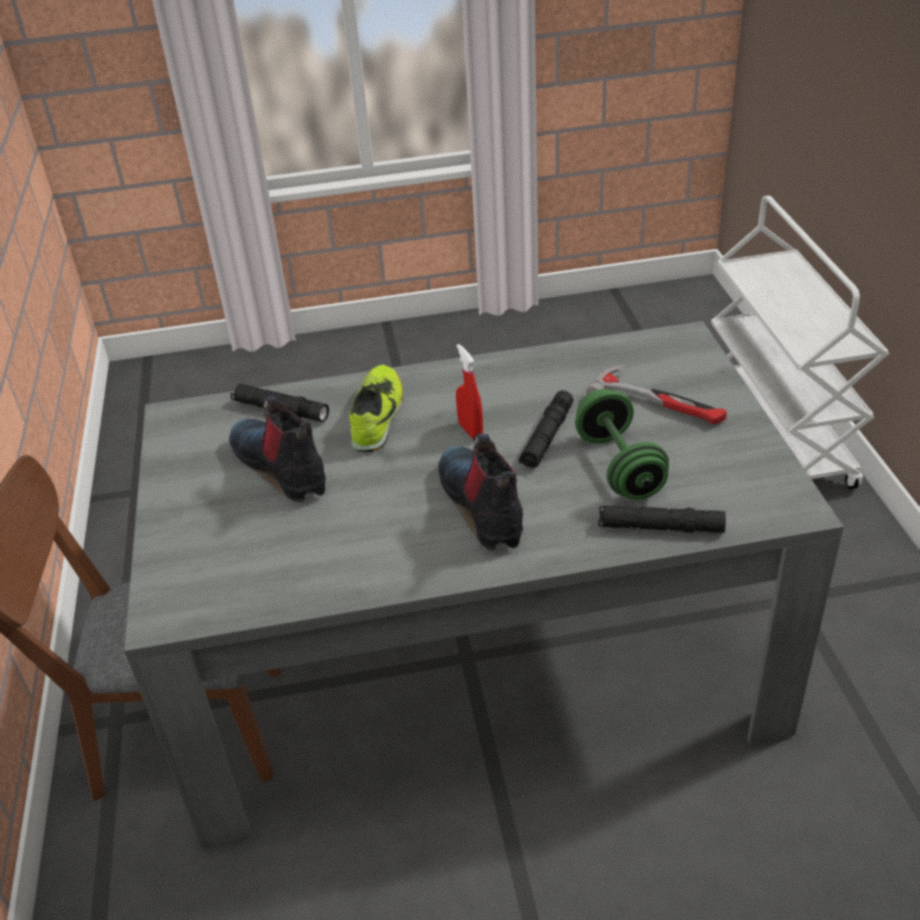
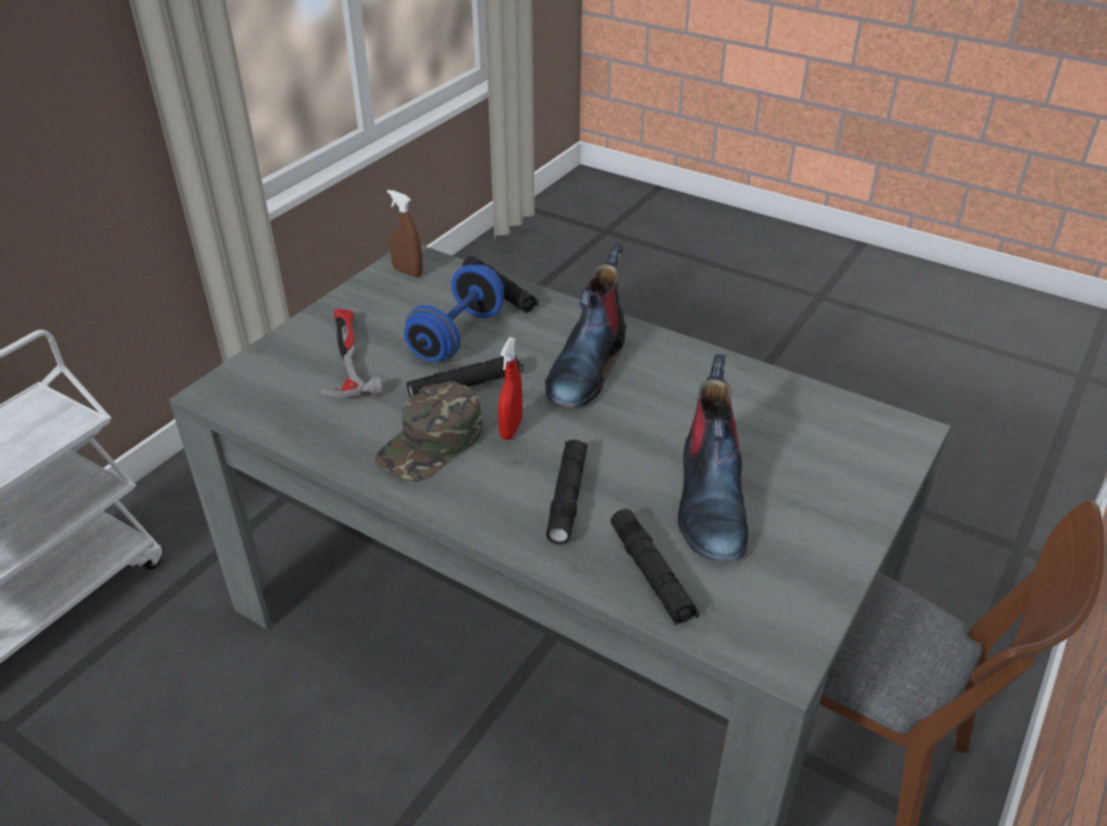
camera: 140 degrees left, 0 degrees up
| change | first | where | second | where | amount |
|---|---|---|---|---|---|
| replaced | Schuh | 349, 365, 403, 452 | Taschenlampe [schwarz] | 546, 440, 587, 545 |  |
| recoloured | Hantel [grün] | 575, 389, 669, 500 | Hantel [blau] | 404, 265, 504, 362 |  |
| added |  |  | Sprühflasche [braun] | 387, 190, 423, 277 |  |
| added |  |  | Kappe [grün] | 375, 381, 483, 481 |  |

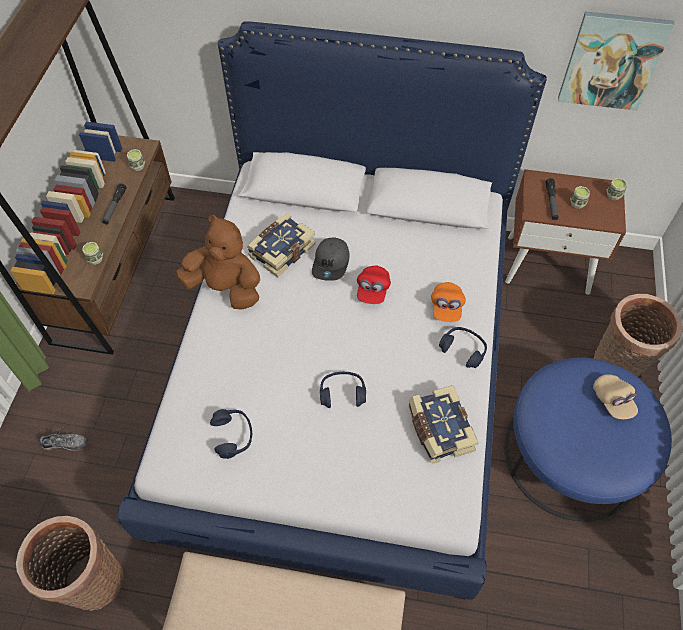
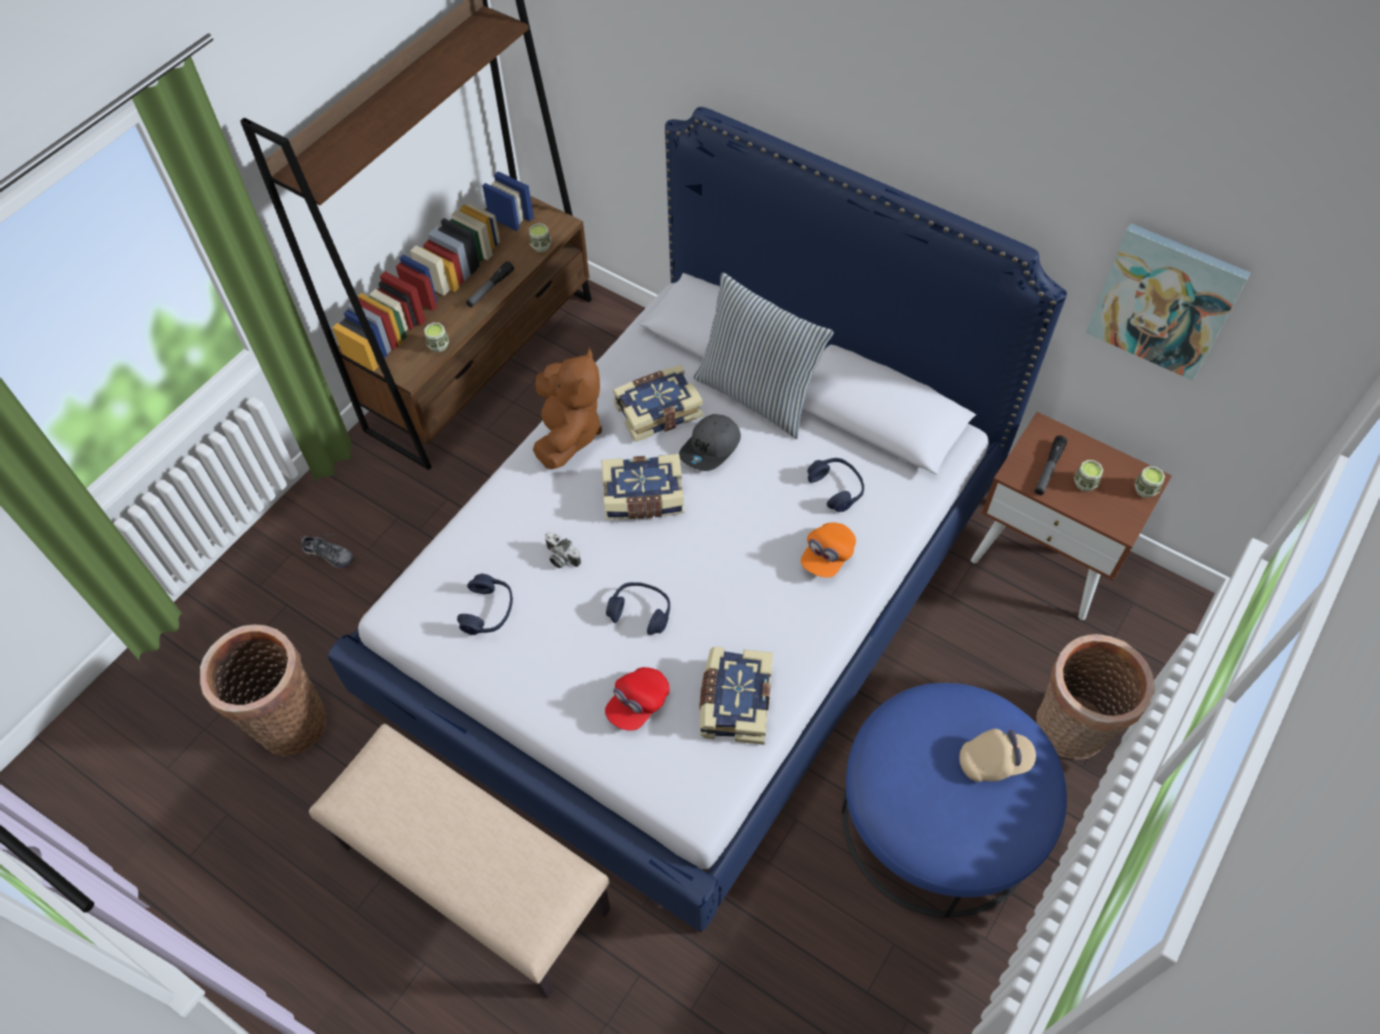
camera: 25 degrees right, 0 degrees up
| change | first | where | second | where | amount |
|---|---|---|---|---|---|
| turned | Plüschtier [braun] | 176, 215, 260, 310 |  | 533, 348, 602, 469 | 45 degrees clockwise |
| moved | Kappe [rot] | 357, 266, 391, 304 |  | 605, 667, 669, 731 |  |
| moved | Kopfhörer [blau] | 439, 327, 487, 368 |  | 807, 458, 864, 512 |  |
| turned | Kappe [beige] | 593, 374, 638, 419 |  | 959, 729, 1036, 782 | 105 degrees counterclockwise |
| added |  |  | Kissen | 693, 272, 834, 439 |  |
| added |  |  | Buch | 601, 454, 684, 519 |  |
| added |  |  | Kamera | 545, 532, 581, 568 |  |

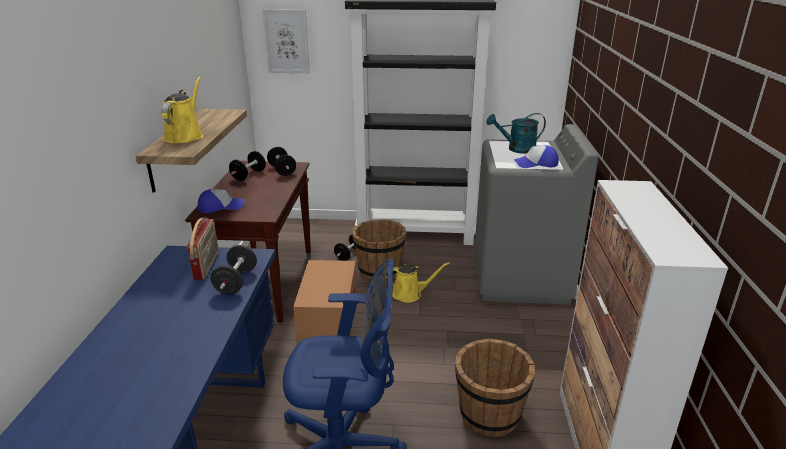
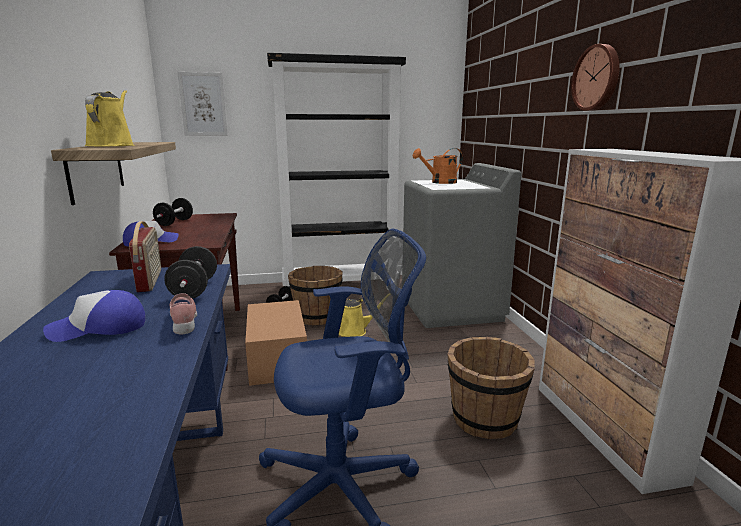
camera: 15 degrees left, 10 degrees down
| change | first | where | second | where | amount |
|---|---|---|---|---|---|
| recoloured | Gießkanne [türkis] | 487, 113, 546, 154 | Gießkanne [orange] | 413, 148, 462, 184 |  |
| moved | Kappe | 514, 145, 559, 168 |  | 43, 290, 146, 342 |  |
| removed | Hantel [schwarz] | 267, 147, 296, 176 |  |  |  |
| added |  |  | Wanduhr | 571, 44, 620, 111 |  |
| added |  |  | Schuh [rosa] | 170, 293, 197, 334 |  |

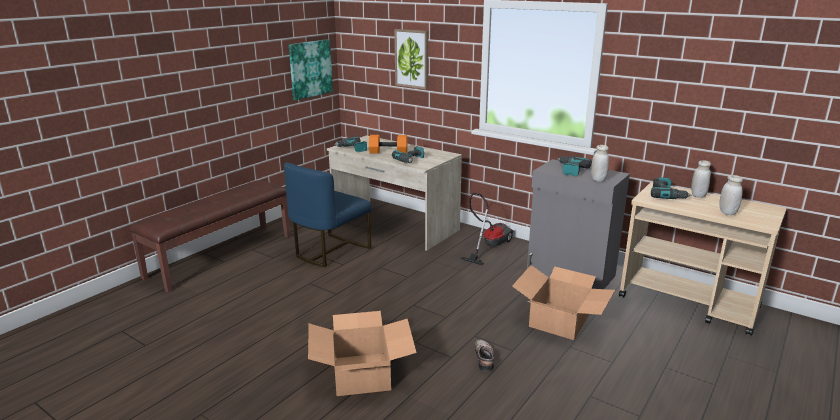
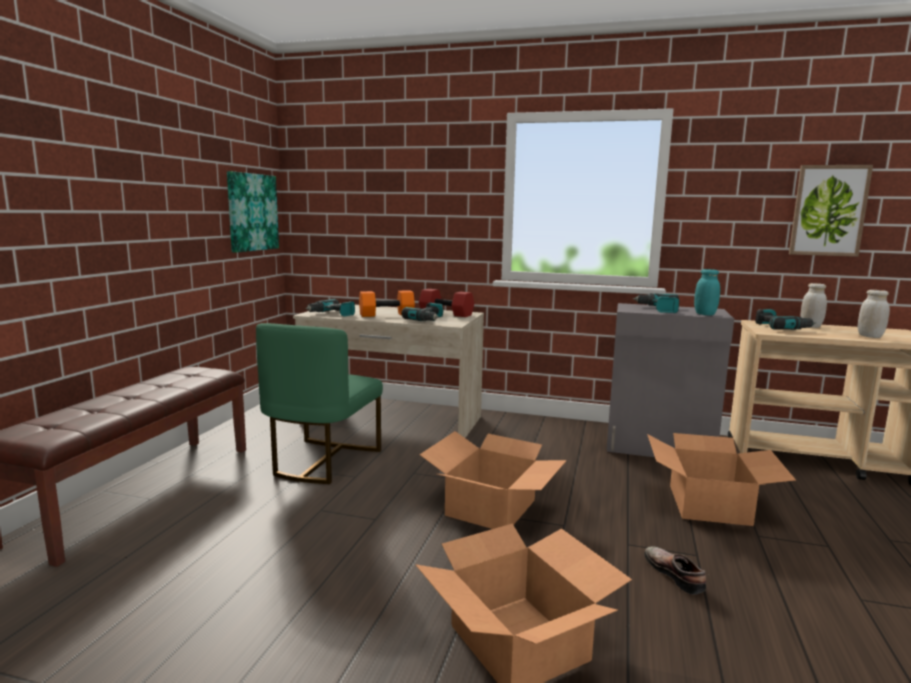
camera: 20 degrees left, 10 degrees down
| change | first | where | second | where | amount |
|---|---|---|---|---|---|
| moved | Bild | 394, 29, 428, 90 |  | 789, 165, 873, 257 |  |
| recoloured | Vorratsglas [weiß] | 591, 145, 609, 182 | Vorratsglas [türkis] | 694, 269, 720, 316 |  |
| recoloured | Stuhl [blau] | 284, 162, 372, 267 | Stuhl [grün] | 256, 323, 383, 484 |  |
| removed | Staubsauger | 460, 193, 514, 265 |  |  |  |
| added |  |  | Hantel [rot] | 419, 289, 474, 317 |  |
| added |  |  | Karton | 420, 431, 567, 529 |  |

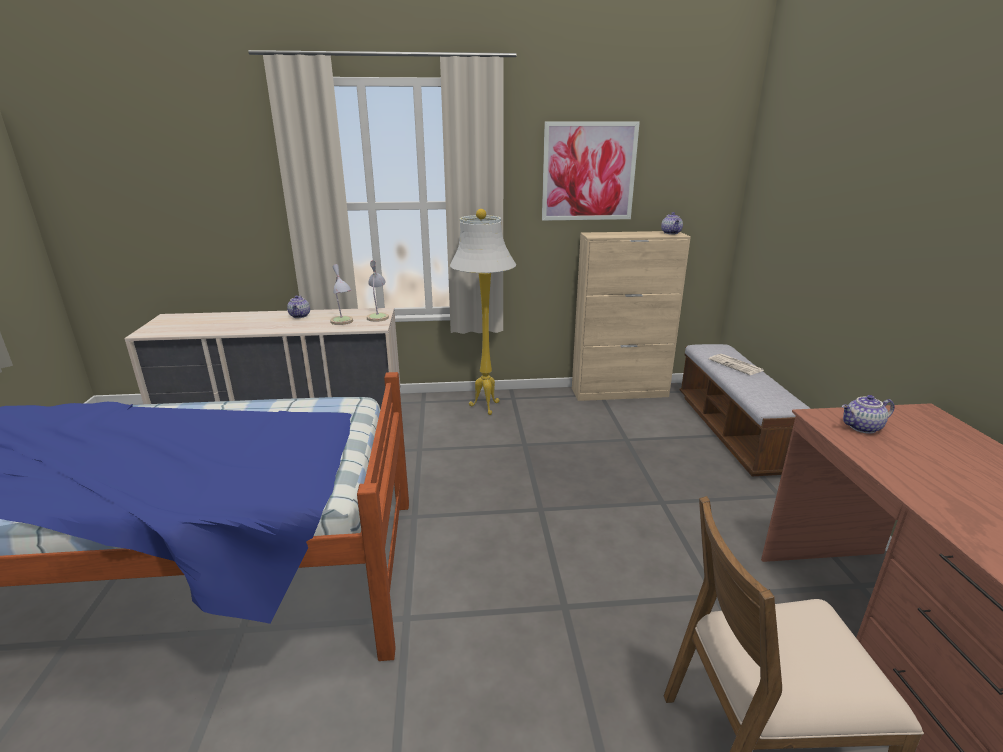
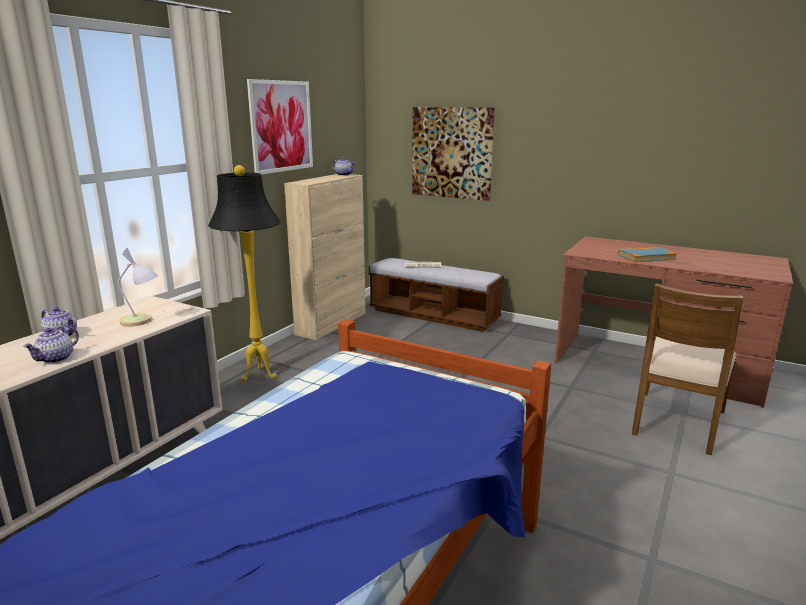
camera: 55 degrees left, 5 degrees down
| change | first | where | second | where | amount |
|---|---|---|---|---|---|
| recoloured | Stehlampe [weiß] | 450, 209, 516, 415 | Stehlampe [schwarz] | 208, 165, 281, 381 |  |
| removed | Tischlampe | 367, 261, 389, 322 |  |  |  |
| moved | Teekanne | 841, 395, 894, 434 |  | 23, 327, 79, 363 |  |
| added |  |  | Bild | 412, 107, 495, 201 |  |
| added |  |  | Buch | 618, 247, 677, 262 |  |

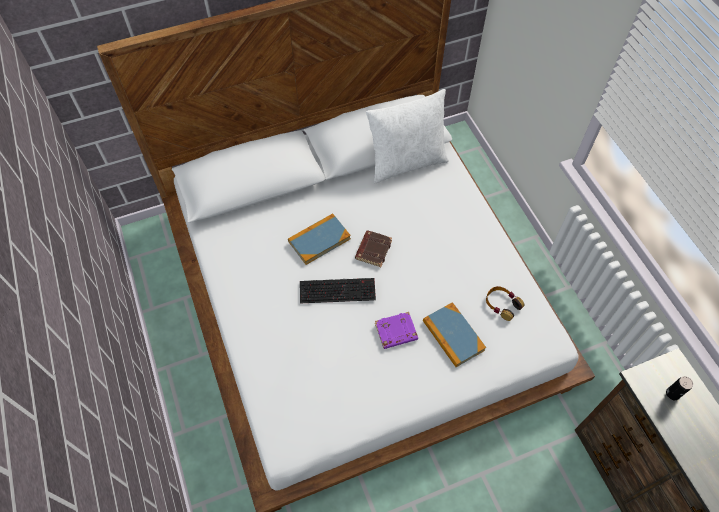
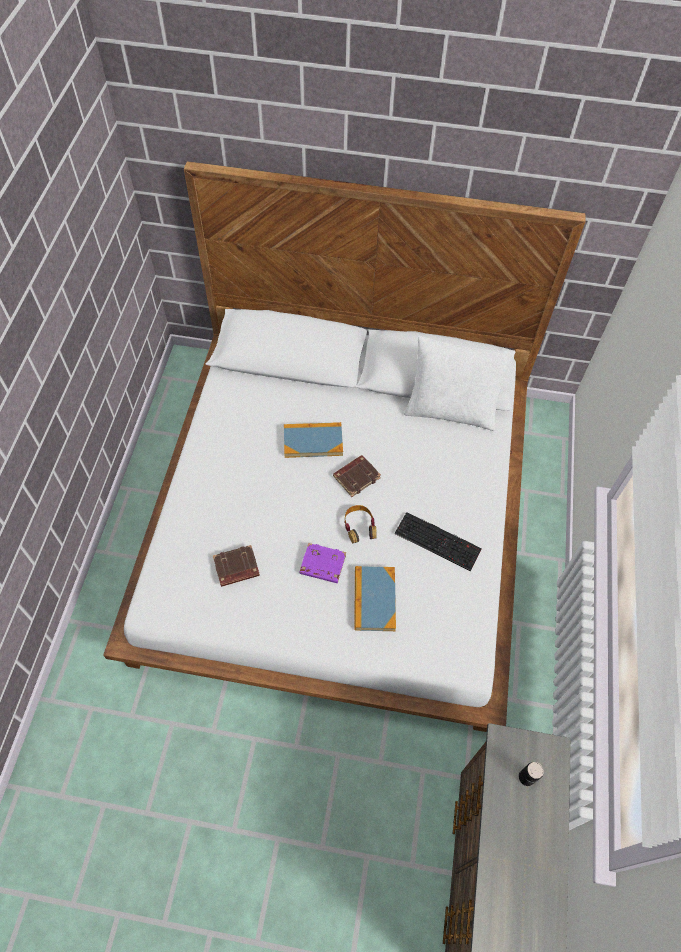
camera: 30 degrees right, 0 degrees up
| change | first | where | second | where | amount |
|---|---|---|---|---|---|
| moved | Tastatur | 300, 278, 376, 303 |  | 395, 512, 482, 571 |  |
| moved | Kopfhörer | 486, 286, 524, 321 |  | 344, 505, 377, 543 |  |
| added |  |  | Buch [braun] | 213, 545, 260, 587 |  |

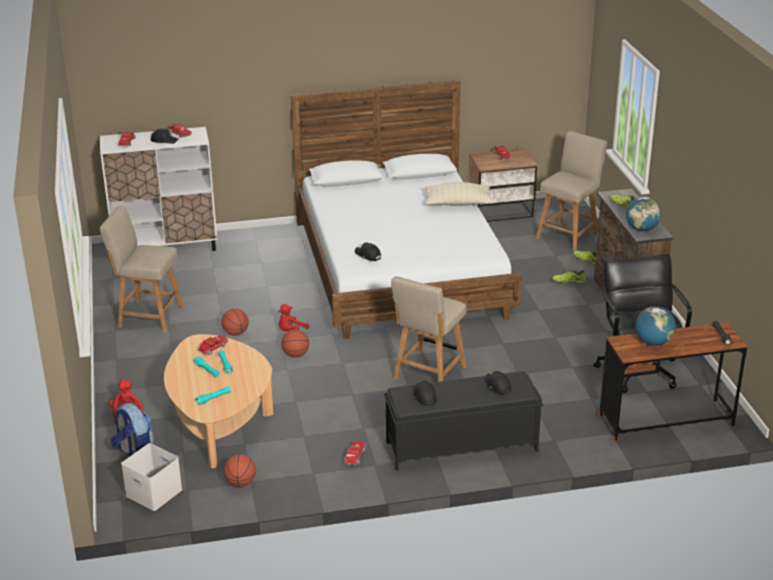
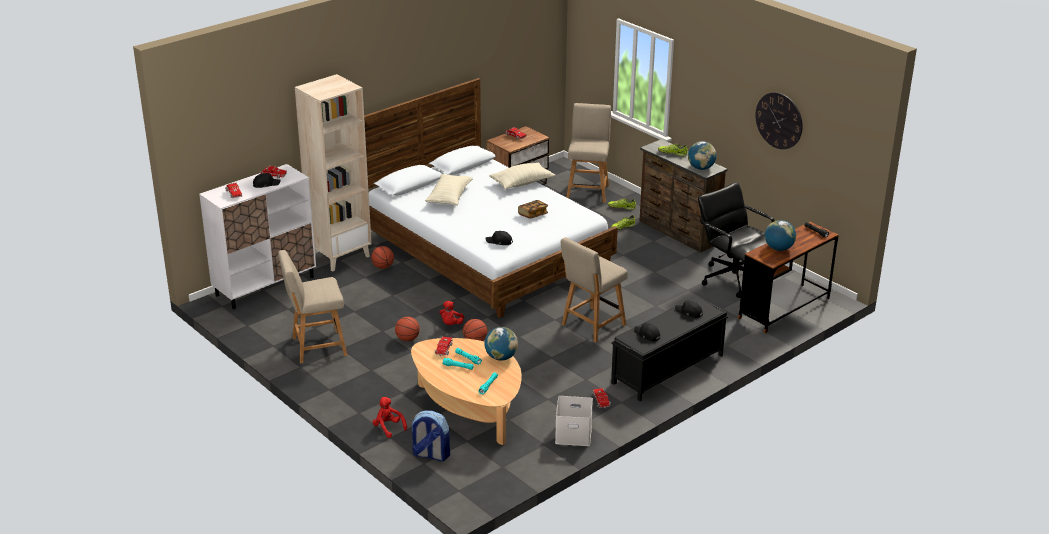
camera: 30 degrees left, 0 degrees up
| change | first | where | second | where | amount |
|---|---|---|---|---|---|
| turned | Stuhl [beige] | 391, 276, 466, 382 |  | 561, 237, 628, 343 | 45 degrees clockwise |
| moved | Aufbewahrungsbox [weiß] | 121, 443, 182, 511 |  | 555, 396, 593, 446 |  |
| moved | Basketball | 224, 454, 256, 487 |  | 371, 246, 394, 269 |  |
| added |  |  | Bücherregal [beige] | 295, 74, 372, 272 |  |
| added |  |  | Wanduhr | 755, 92, 803, 149 |  |
| added |  |  | Kissen [beige] | 425, 174, 473, 206 |  |
| added |  |  | Buch | 518, 200, 548, 219 |  |
| added |  |  | Globus | 485, 327, 518, 361 |  |

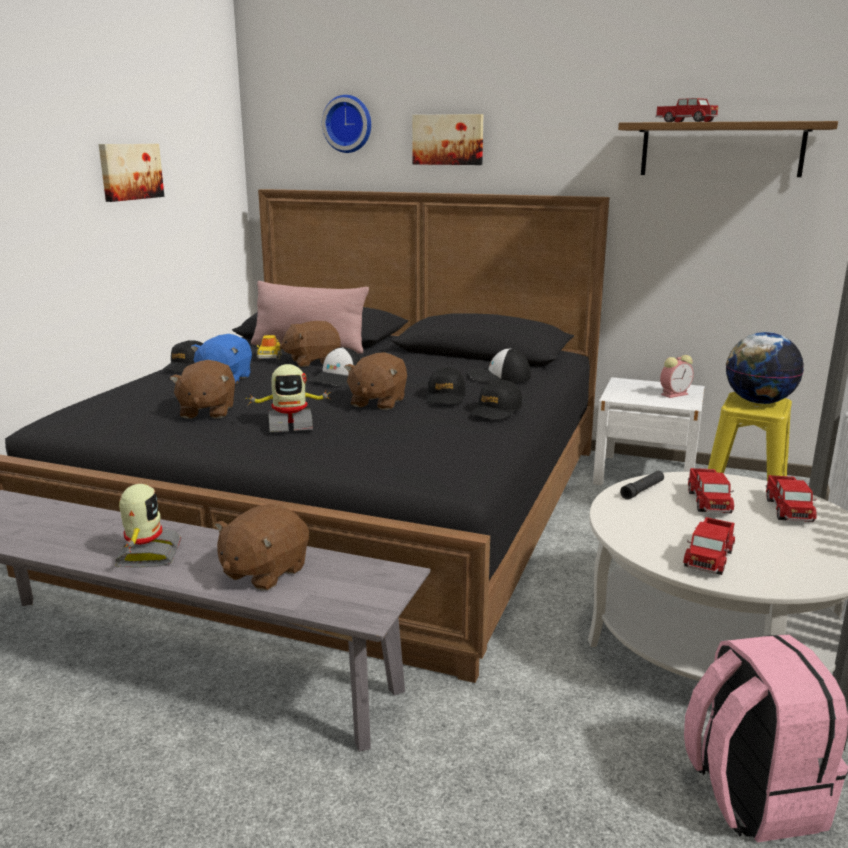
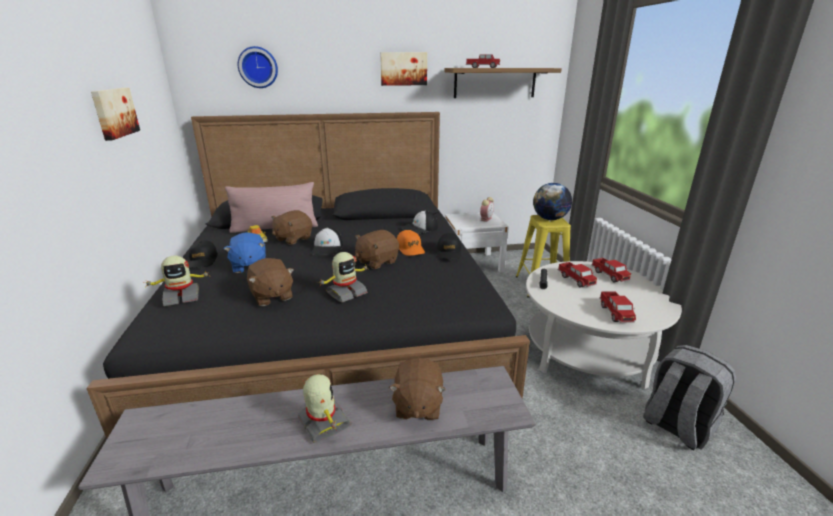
camera: 30 degrees left, 5 degrees up
| change | first | where | second | where | amount |
|---|---|---|---|---|---|
| moved | Bild | 412, 114, 484, 165 |  | 380, 52, 427, 86 |  |
| turned | Plüschtier [braun] | 344, 352, 407, 410 |  | 355, 230, 399, 269 | 60 degrees clockwise |
| recoloured | Kappe [schwarz] | 426, 367, 466, 404 | Kappe [orange] | 397, 230, 425, 256 |  |
| recoloured | Rucksack [rosa] | 684, 635, 848, 843 | Rucksack [grau] | 643, 345, 736, 450 |  |
| added |  |  | Spielzeugroboter | 143, 255, 210, 306 |  |

